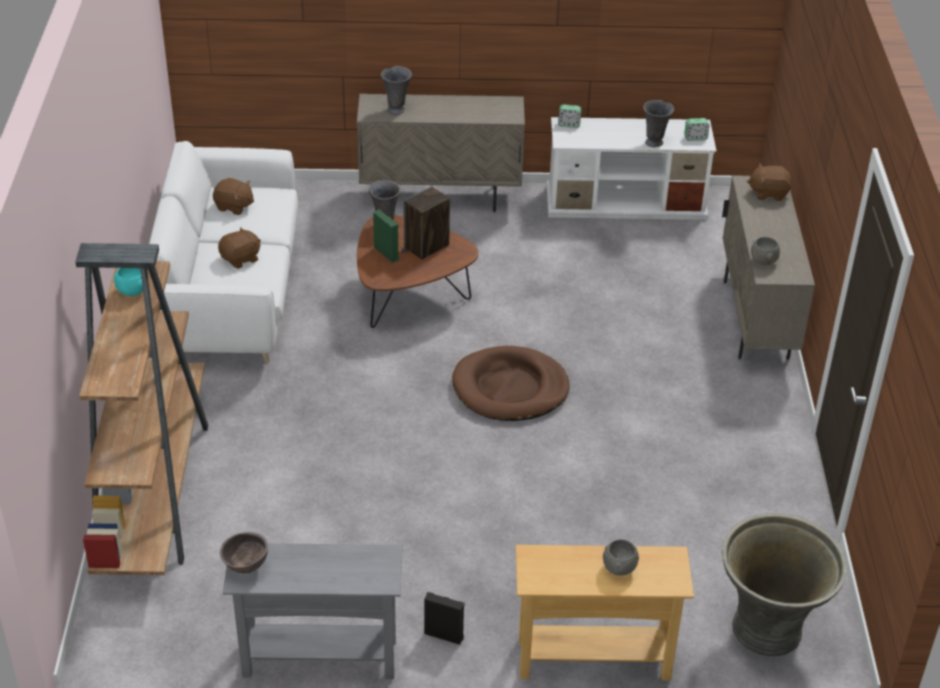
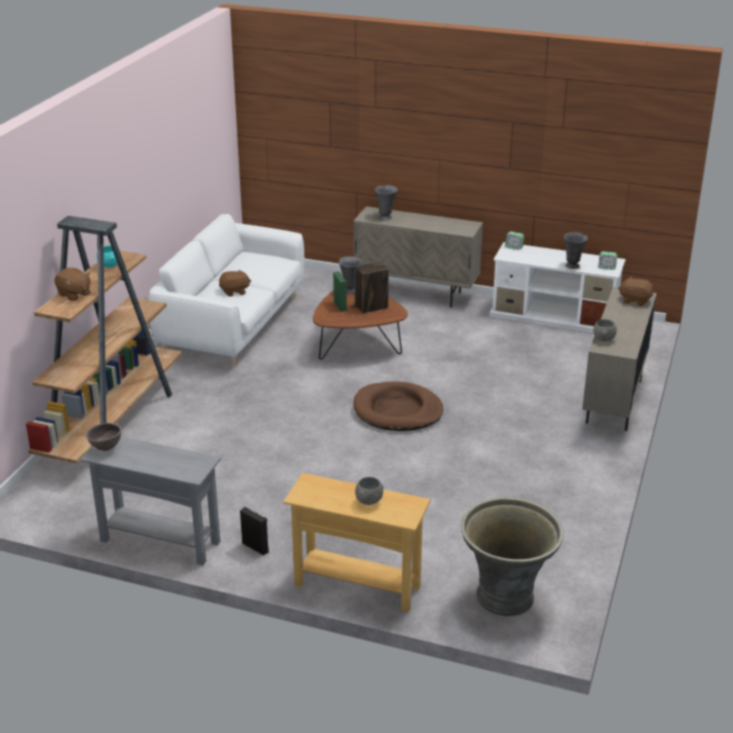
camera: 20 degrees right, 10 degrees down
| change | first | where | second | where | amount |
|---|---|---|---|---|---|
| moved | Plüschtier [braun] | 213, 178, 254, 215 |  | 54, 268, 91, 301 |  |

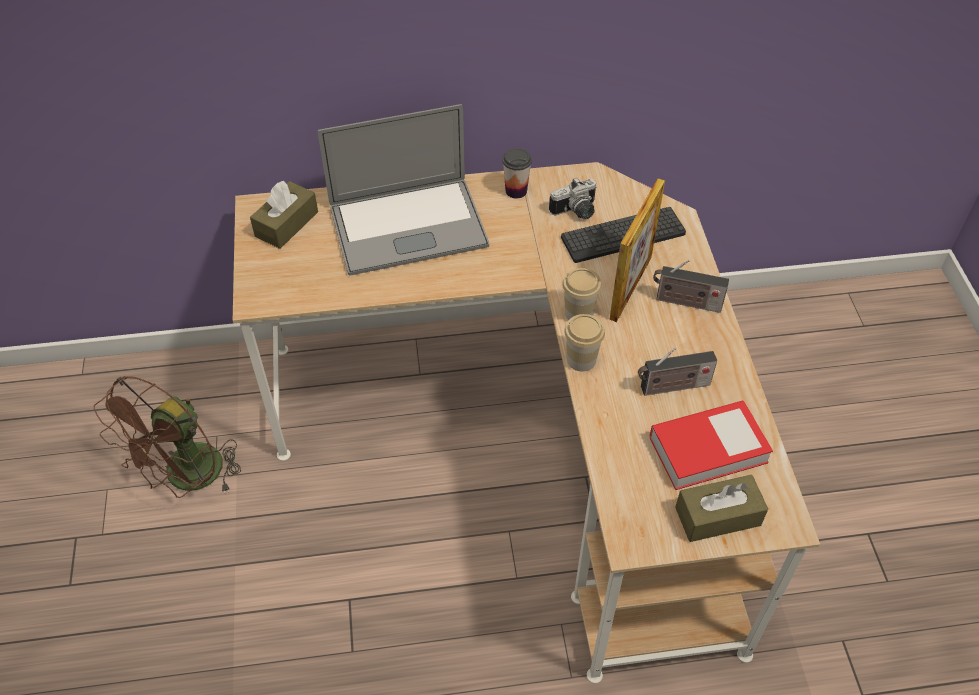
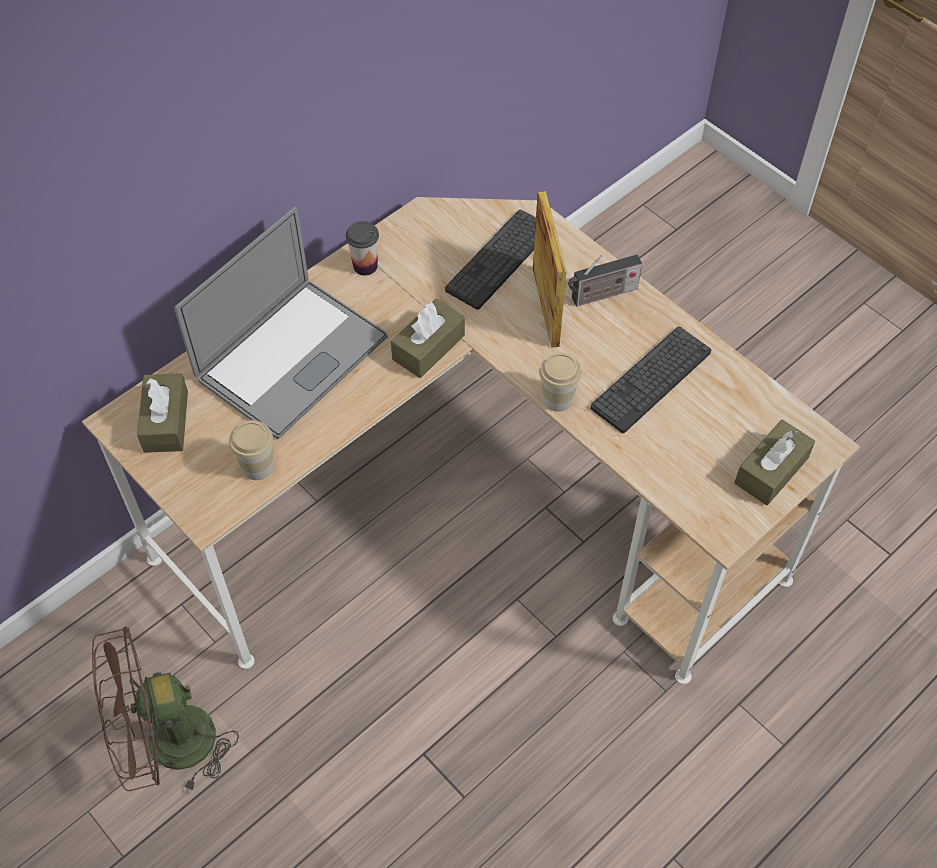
camera: 35 degrees left, 5 degrees up
| change | first | where | second | where | amount |
|---|---|---|---|---|---|
| removed | Kamera | 549, 177, 596, 220 |  |  |  |
| moved | Tasse | 562, 268, 602, 320 |  | 229, 420, 274, 480 |  |
| replaced | Radio | 638, 348, 717, 396 | Tastatur | 590, 327, 711, 433 |  |
| turned | Ventilator [braun] | 94, 376, 241, 498 |  | 92, 626, 239, 794 | 75 degrees clockwise |
| removed | Buch | 650, 401, 773, 490 |  |  |  |
| added |  |  | Taschentuchbox [braun] | 391, 299, 465, 378 |  |

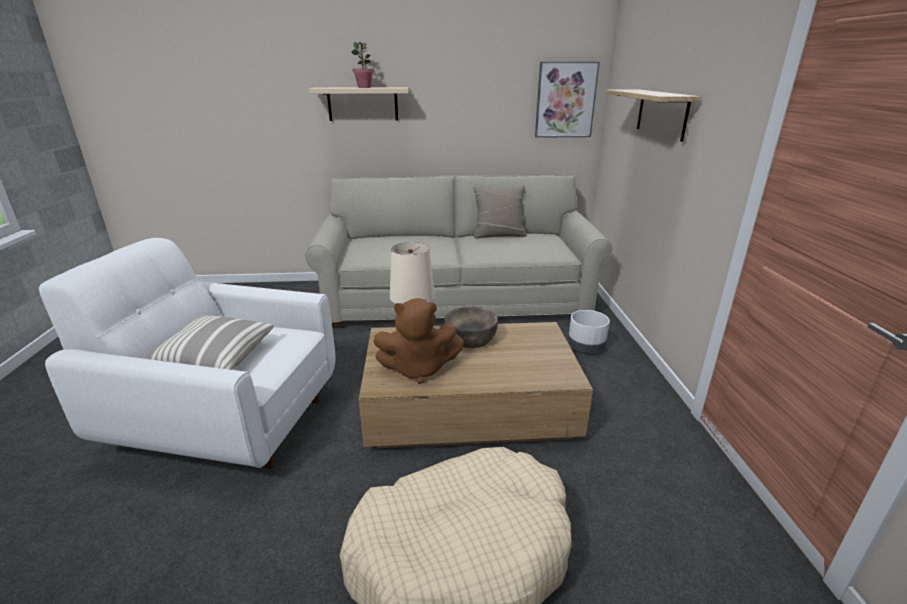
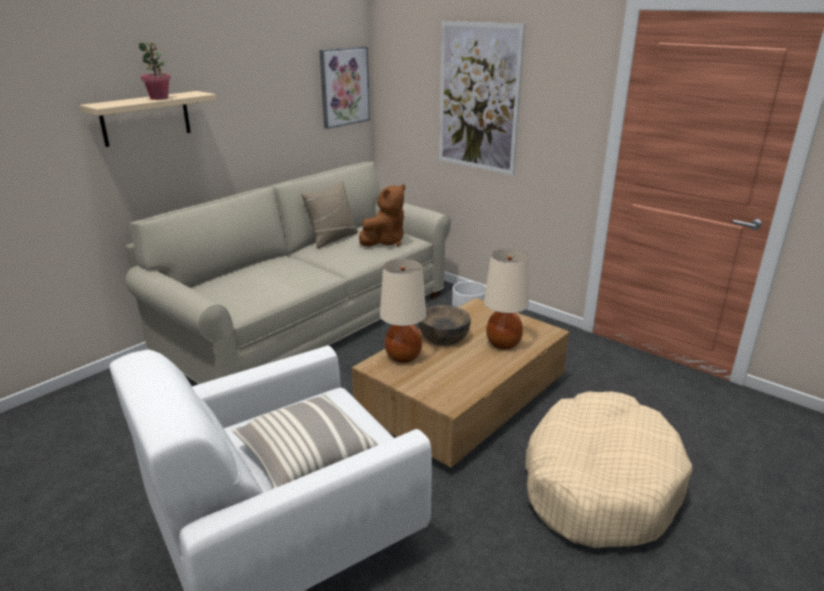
camera: 45 degrees left, 0 degrees up
| change | first | where | second | where | amount |
|---|---|---|---|---|---|
| replaced | Wandregal | 606, 89, 701, 142 | Bild | 439, 21, 525, 175 |  |
| moved | Plüschtier [braun] | 373, 298, 464, 384 |  | 359, 184, 405, 247 |  |
| added |  |  | Tischlampe [beige] | 484, 249, 529, 349 |  |

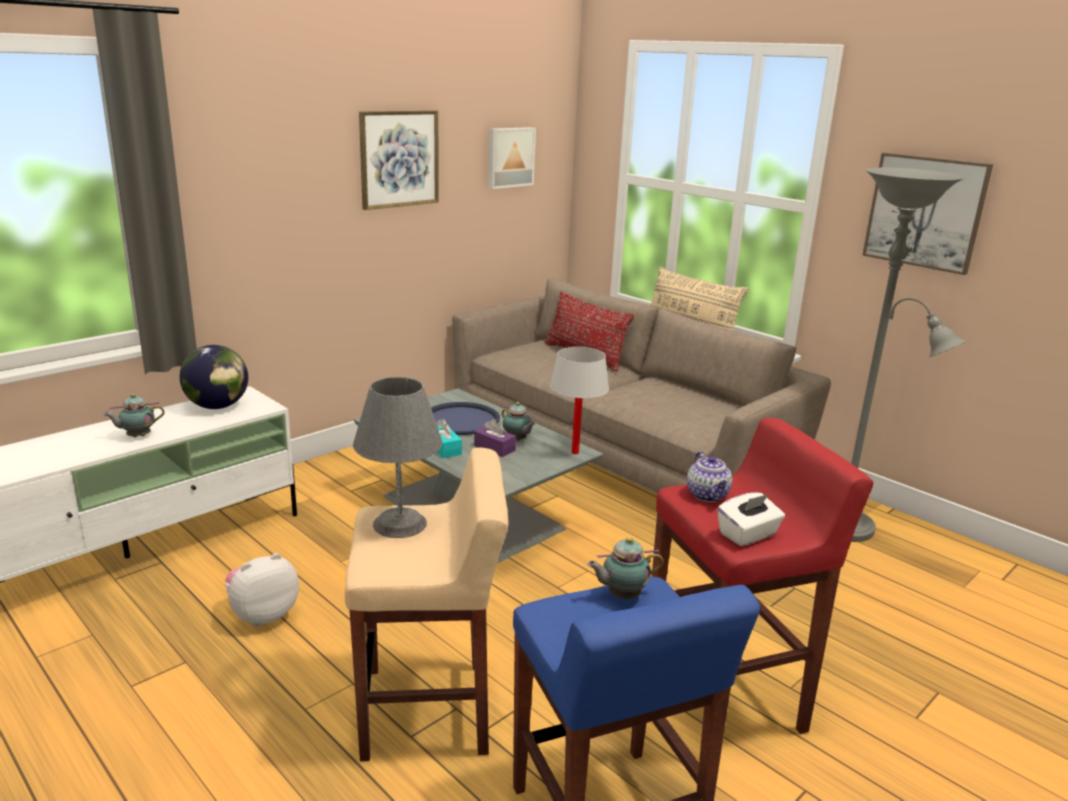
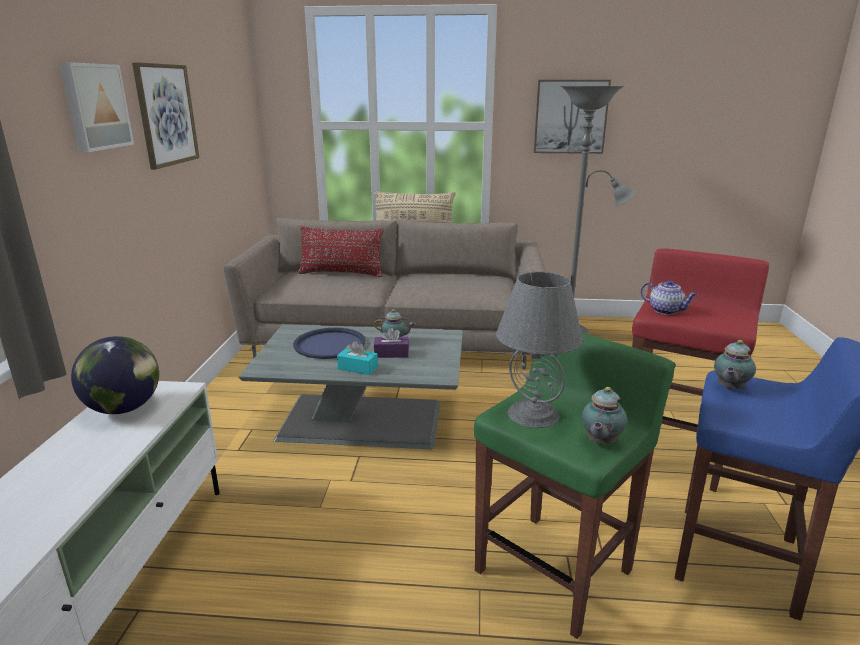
camera: 40 degrees left, 0 degrees up
| change | first | where | second | where | amount |
|---|---|---|---|---|---|
| moved | Bild | 488, 127, 536, 189 |  | 59, 62, 134, 152 |  |
| removed | Tischlampe [weiß] | 550, 347, 609, 455 |  |  |  |
| moved | Teekanne | 104, 394, 165, 437 |  | 581, 387, 627, 444 |  |
| recoloured | Hocker [beige] | 345, 448, 508, 762 | Hocker [grün] | 474, 333, 676, 639 |  |
| removed | Taschentuchbox [weiß] | 717, 492, 785, 546 |  |  |  |
| removed | Plüschtier | 225, 553, 299, 627 |  |  |  |

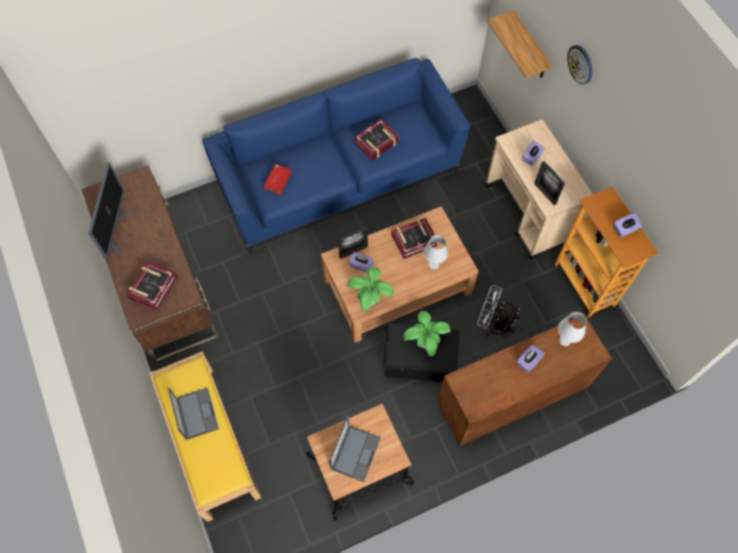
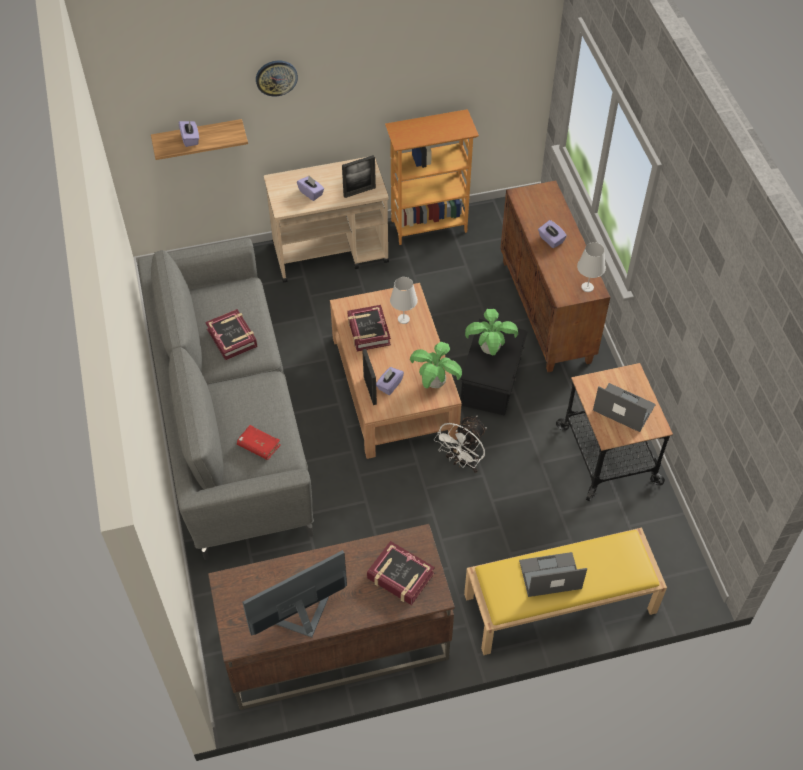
camera: 80 degrees left, 10 degrees down
| change | first | where | second | where | amount |
|---|---|---|---|---|---|
| recoloured | Sofa [blau] | 202, 58, 470, 253 | Sofa [grau] | 138, 238, 314, 560 |  |
| turned | Monitor | 88, 162, 134, 259 |  | 242, 550, 347, 637 | 45 degrees counterclockwise |
| moved | Taschentuchbox [lila] | 614, 213, 642, 237 |  | 179, 121, 199, 147 |  |
| moved | Ventilator [weiß] | 477, 285, 520, 337 |  | 434, 416, 487, 473 |  |
| moved | Tischlampe [weiß] | 558, 312, 587, 346 |  | 577, 242, 606, 292 |  |

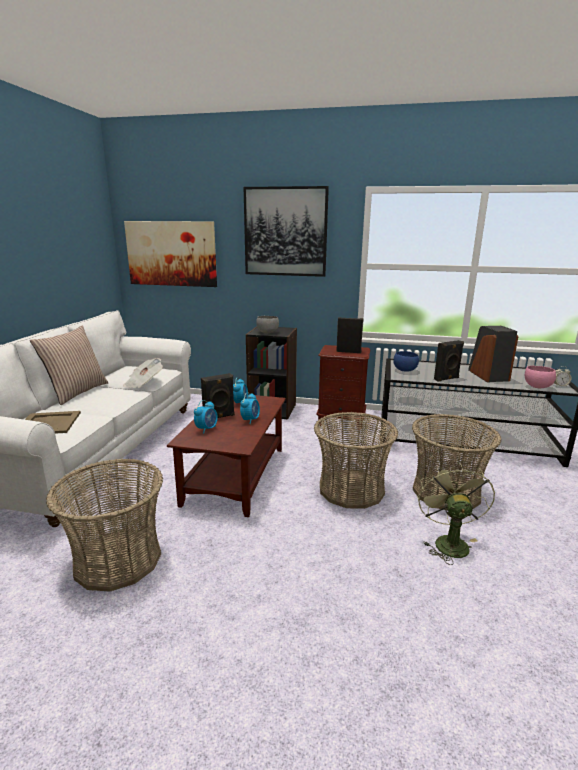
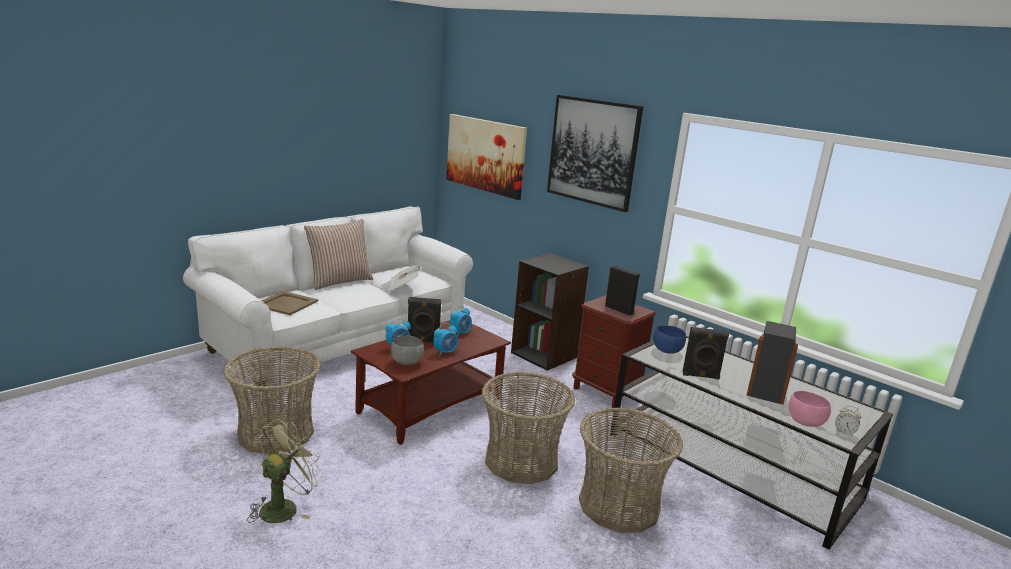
camera: 30 degrees right, 0 degrees up
| change | first | where | second | where | amount |
|---|---|---|---|---|---|
| moved | Schüssel [grau] | 256, 316, 279, 333 |  | 391, 336, 424, 365 |  |
| moved | Ventilator [grün] | 417, 462, 495, 565 |  | 247, 419, 324, 523 |  |

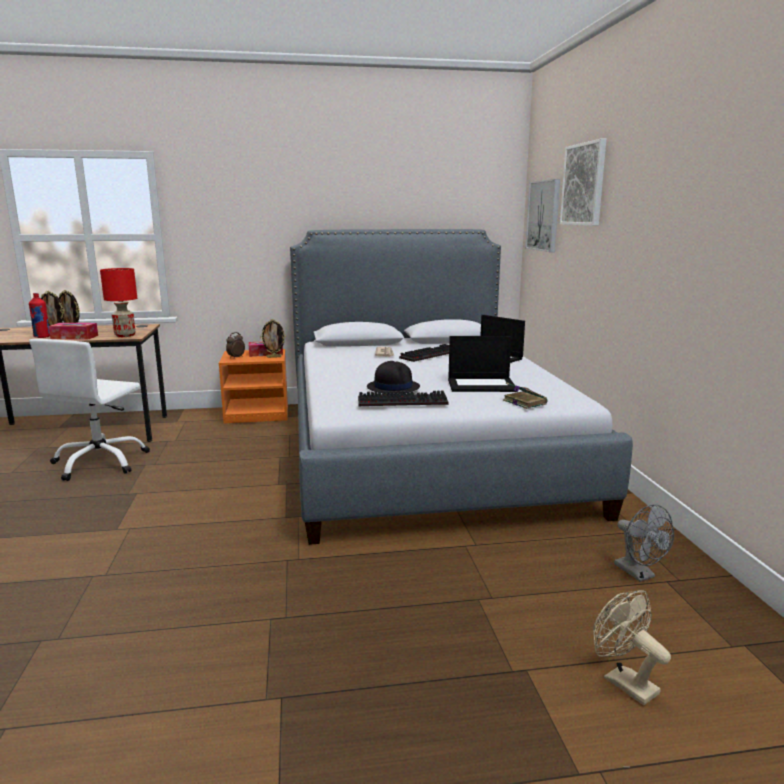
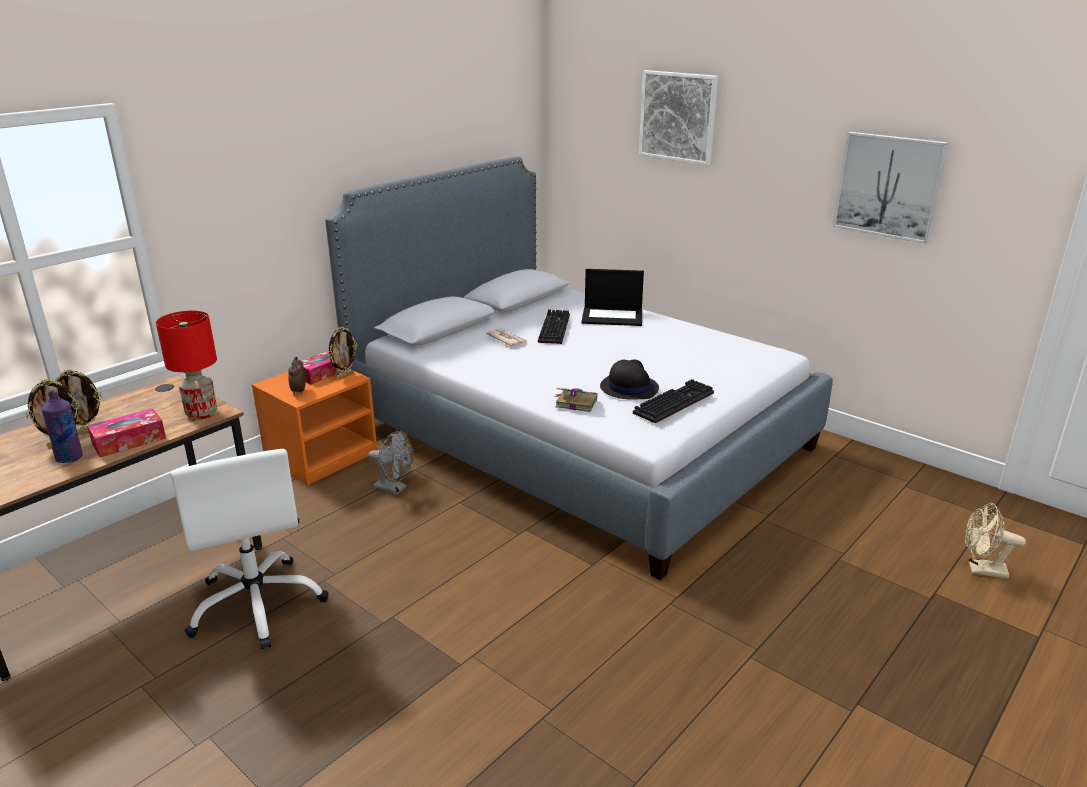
camera: 40 degrees left, 10 degrees up
| change | first | where | second | where | amount |
|---|---|---|---|---|---|
| moved | Bild | 525, 179, 560, 252 |  | 833, 132, 949, 244 |  |
| recoloured | Flasche [rot] | 29, 293, 50, 338 | Flasche [lila] | 42, 391, 83, 463 |  |
| removed | Laptop | 448, 336, 517, 392 |  |  |  |
| moved | Buch | 503, 382, 547, 409 |  | 555, 388, 597, 412 |  |
| moved | Ventilator [grau] | 614, 504, 674, 582 |  | 368, 431, 414, 495 |  |

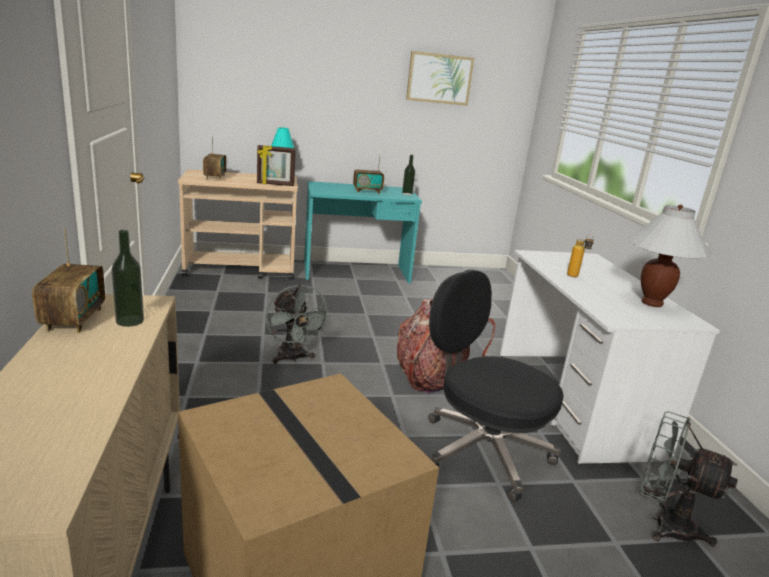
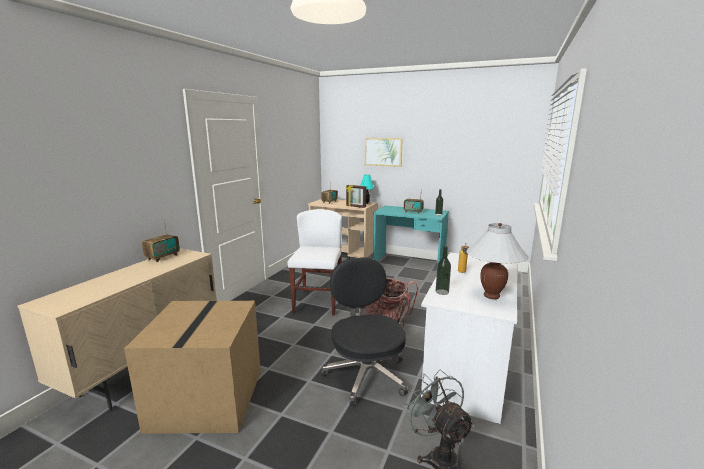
camera: 35 degrees right, 5 degrees down
| change | first | where | second | where | amount |
|---|---|---|---|---|---|
| moved | Bild | 406, 51, 474, 106 |  | 365, 138, 403, 167 |  |
| moved | Flasche | 112, 230, 144, 327 |  | 436, 246, 451, 295 |  |
| replaced | Ventilator [grau] | 265, 284, 331, 364 | Stuhl [weiß] | 288, 209, 342, 316 |  |

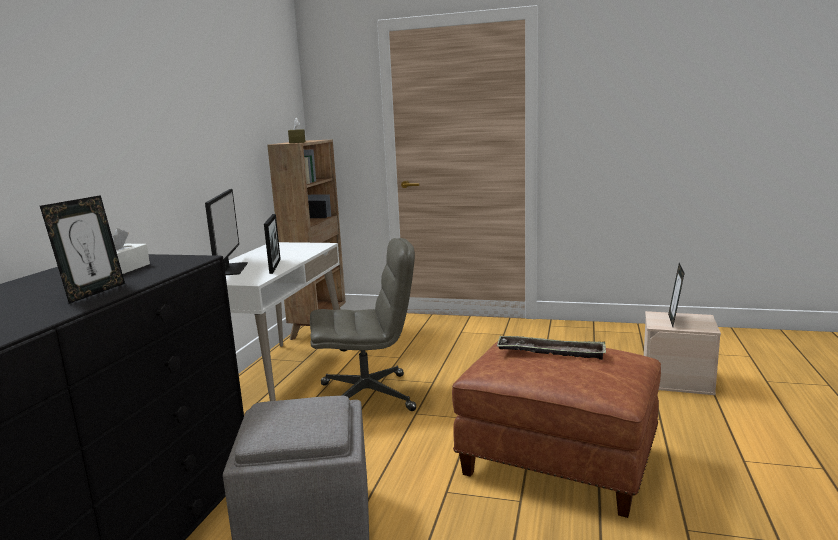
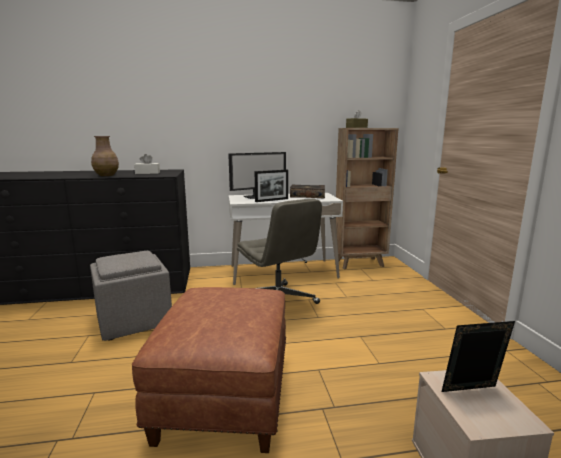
camera: 65 degrees right, 0 degrees up
| change | first | where | second | where | amount |
|---|---|---|---|---|---|
| replaced | Bilderrahmen | 40, 195, 125, 304 | Vase [braun] | 91, 136, 119, 176 |  |
| removed | Tablett | 497, 336, 606, 360 |  |  |  |
| added |  |  | Buch | 290, 185, 325, 199 |  |

